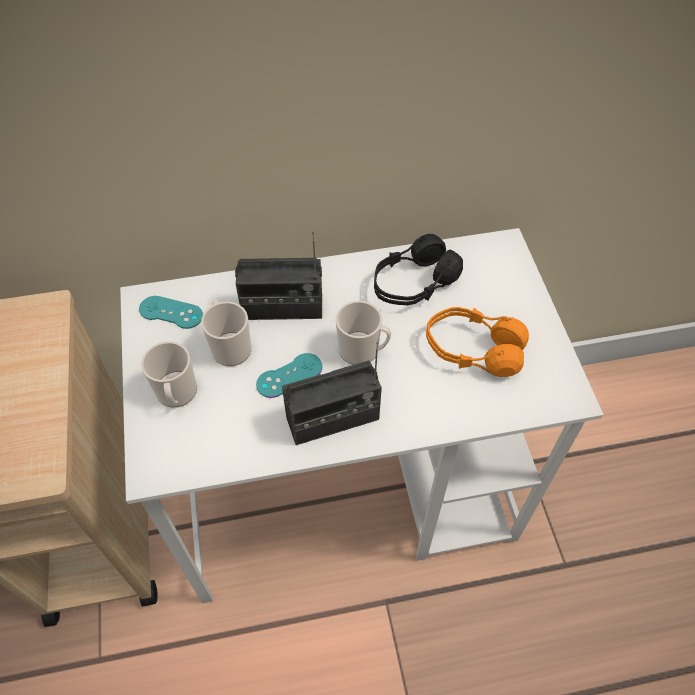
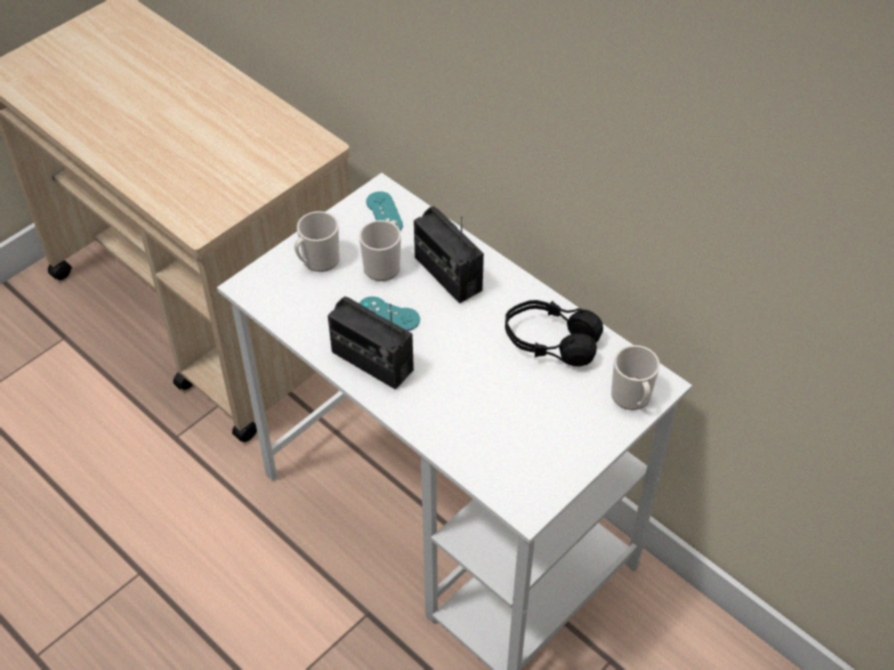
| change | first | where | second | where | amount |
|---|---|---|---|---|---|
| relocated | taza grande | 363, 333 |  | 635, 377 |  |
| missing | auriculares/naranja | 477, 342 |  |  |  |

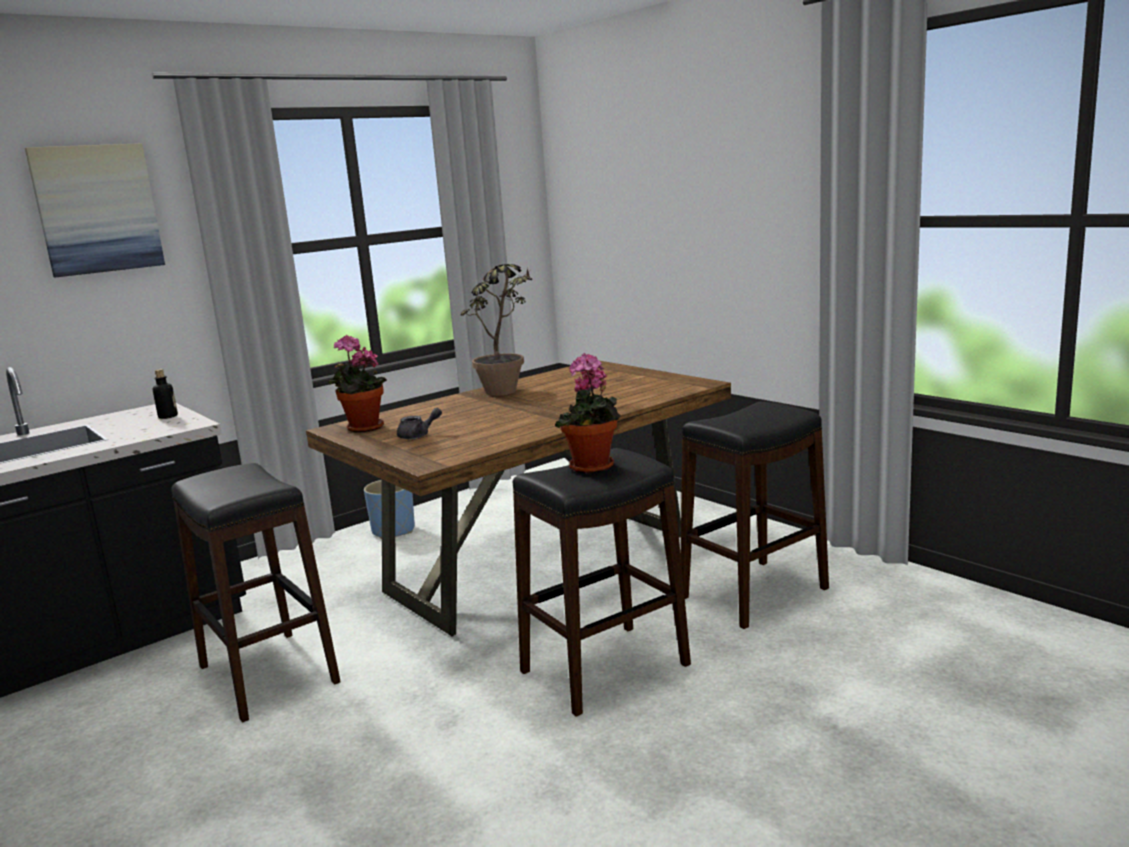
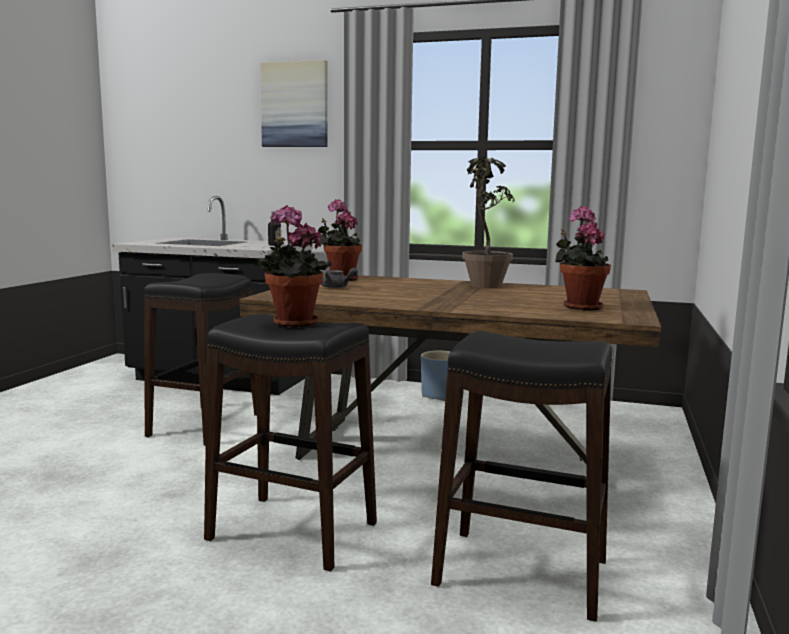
| change | first | where | second | where | amount |
|---|---|---|---|---|---|
| appeared |  |  | planta en maceta | 583, 258 |  |

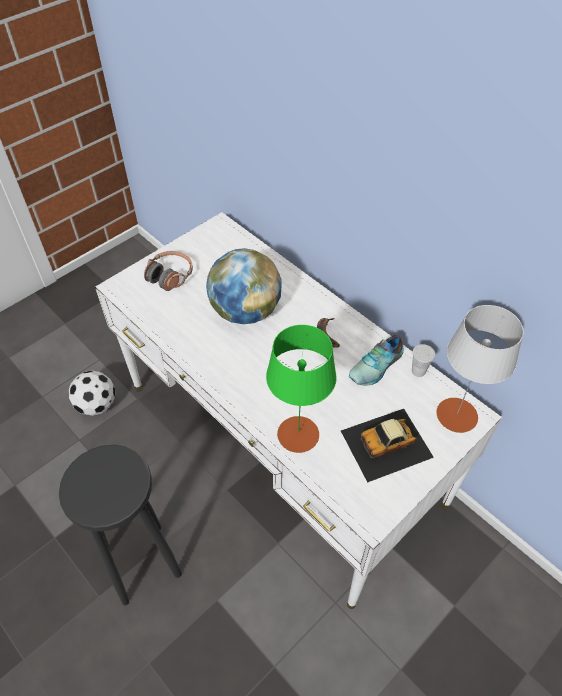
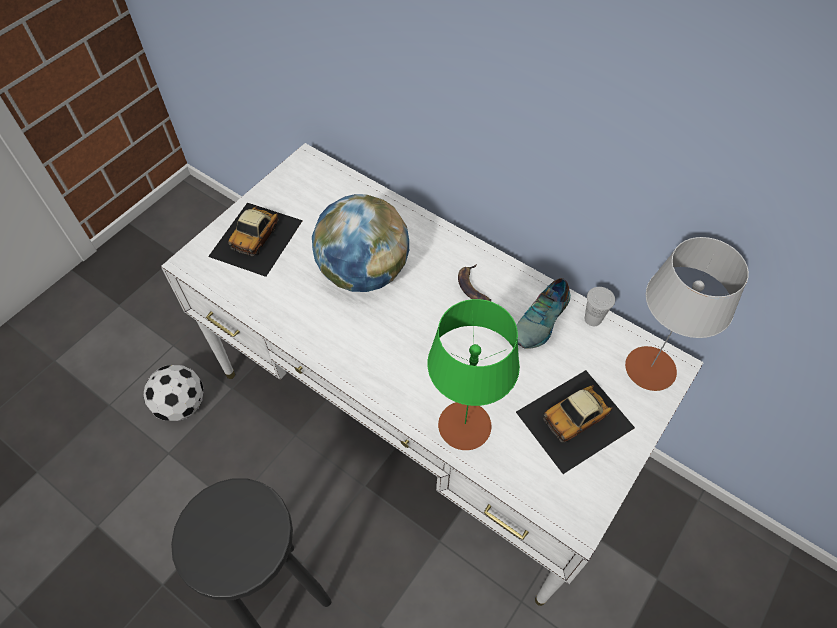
| change | first | where | second | where | amount |
|---|---|---|---|---|---|
| exchanged | auriculares | 168, 271 | coche de juguete | 255, 240 |  |

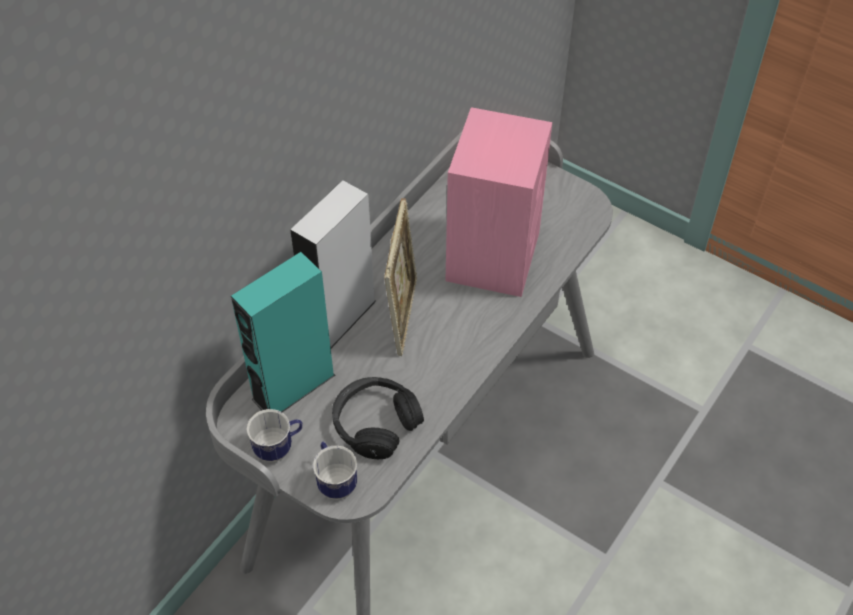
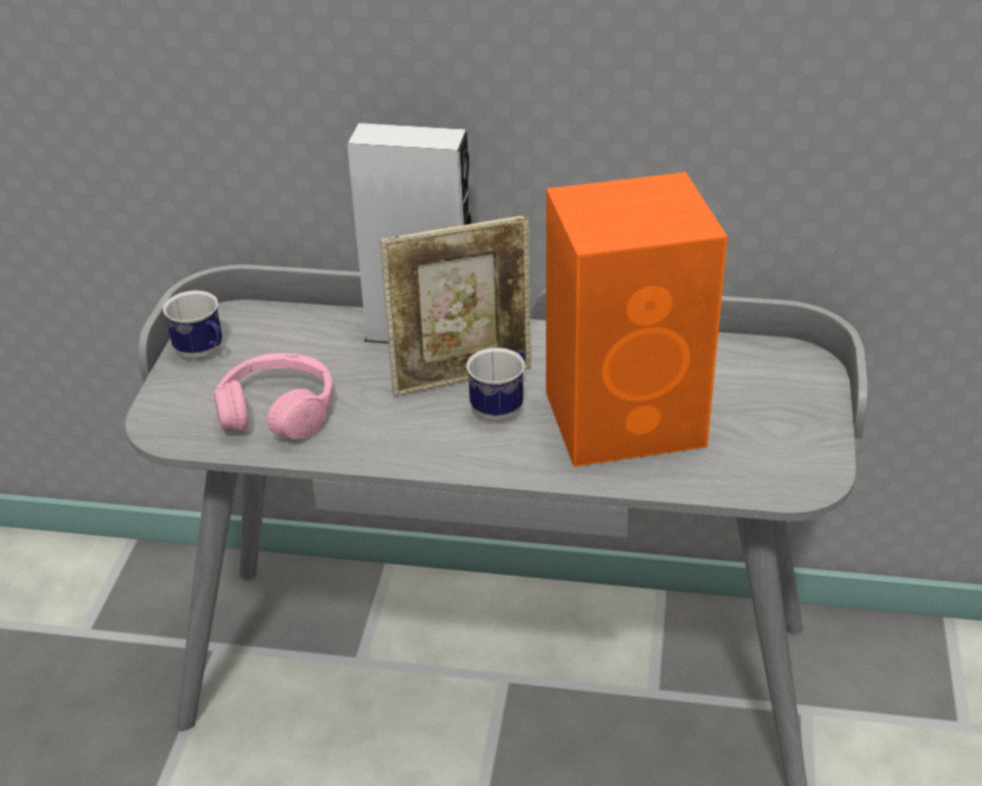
| change | first | where | second | where | amount |
|---|---|---|---|---|---|
| colour | altavoz/rosa | 498, 202 | altavoz/naranja | 637, 319 |  |
| missing | altavoz/turquesa | 283, 332 |  |  |  |
| colour | auriculares/negro | 378, 418 | auriculares/rosa | 273, 396 |  |
| relocated | taza grande | 335, 471 |  | 495, 385 |  |

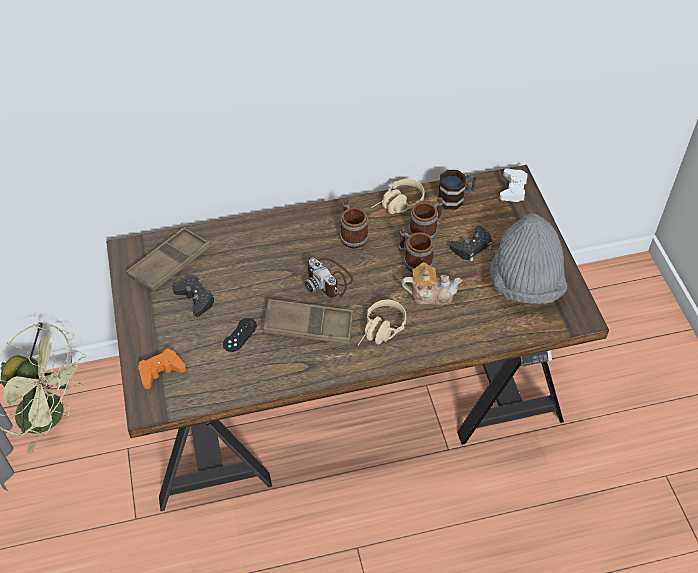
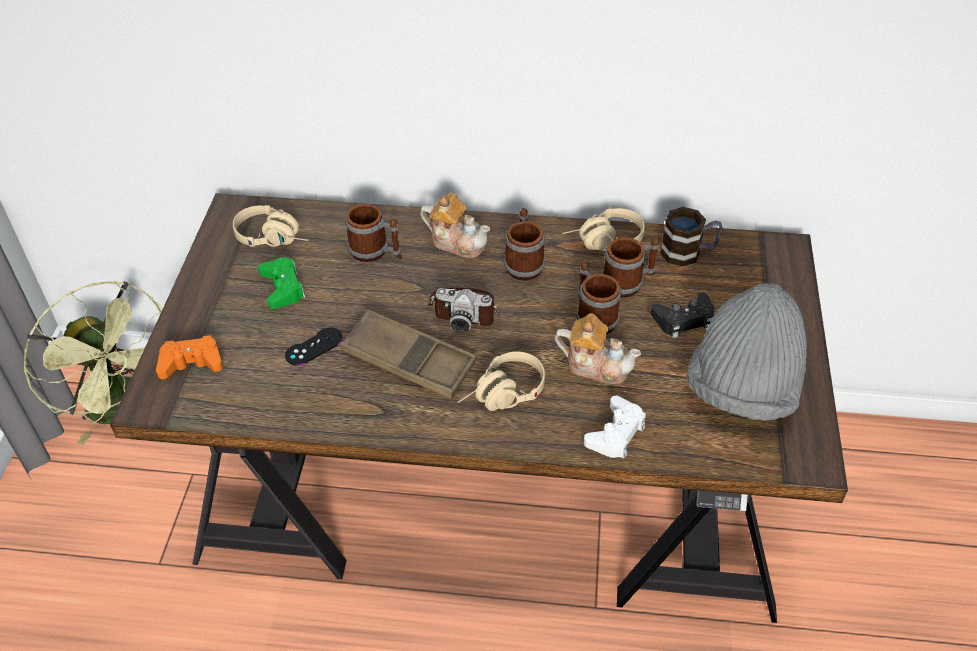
| change | first | where | second | where | amount |
|---|---|---|---|---|---|
| relocated | mando de consola/blanco | 513, 185 |  | 615, 427 |  |
| exchanged | bandeja/marrón | 168, 259 | auriculares/beis | 271, 226 |  |
| spun | cámara | 329, 278 |  | 464, 310 | 60 degrees counterclockwise |
| colour | mando de consola/negro | 194, 297 | mando de consola/verde | 282, 283 |  |
| appeared |  |  | tetera | 455, 225 |  |
| appeared |  |  | taza grande | 373, 233 |  |

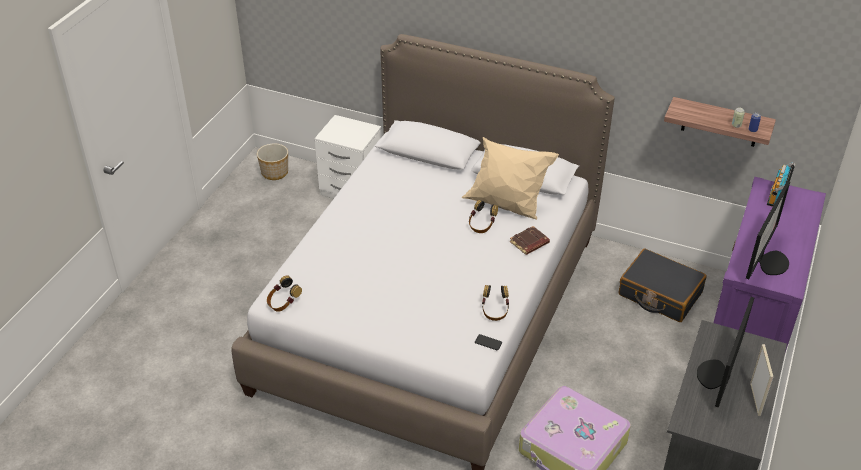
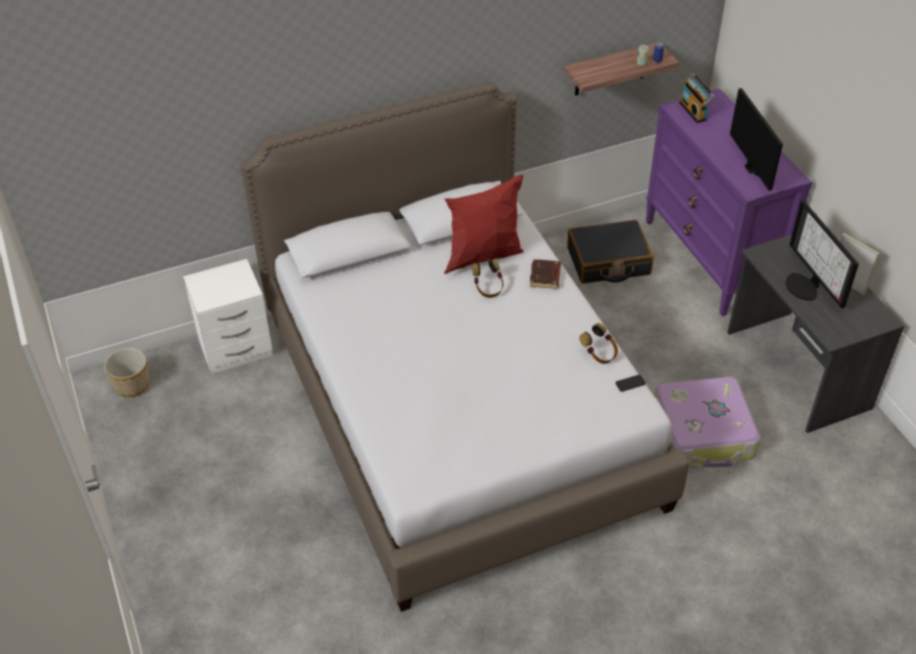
| change | first | where | second | where | amount |
|---|---|---|---|---|---|
| colour | cojín/beis | 510, 178 | cojín/rojo | 483, 224 |  |
| missing | auriculares | 284, 293 |  |  |  |

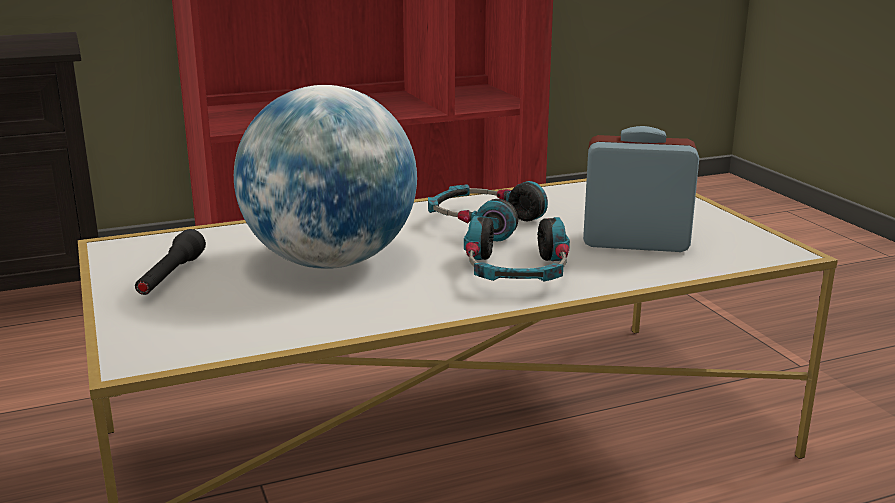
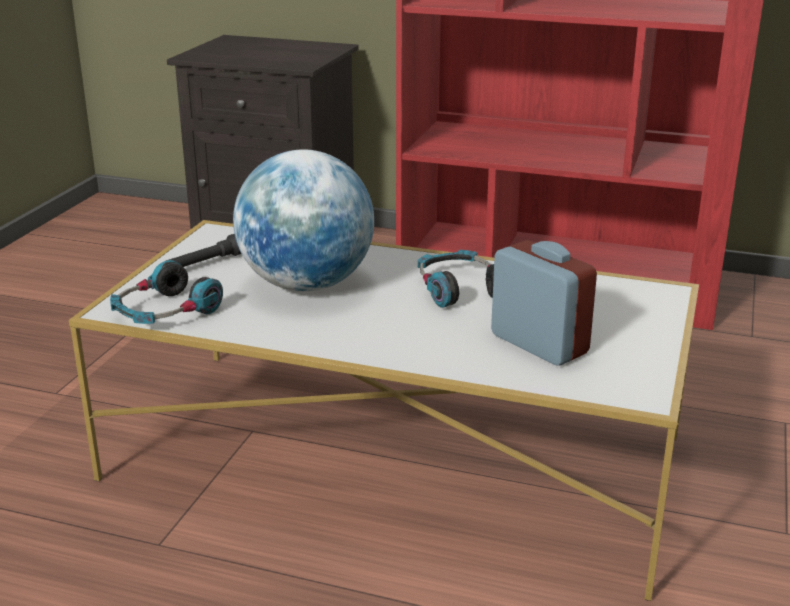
| change | first | where | second | where | amount |
|---|---|---|---|---|---|
| relocated | auriculares | 517, 249 |  | 166, 292 |  |

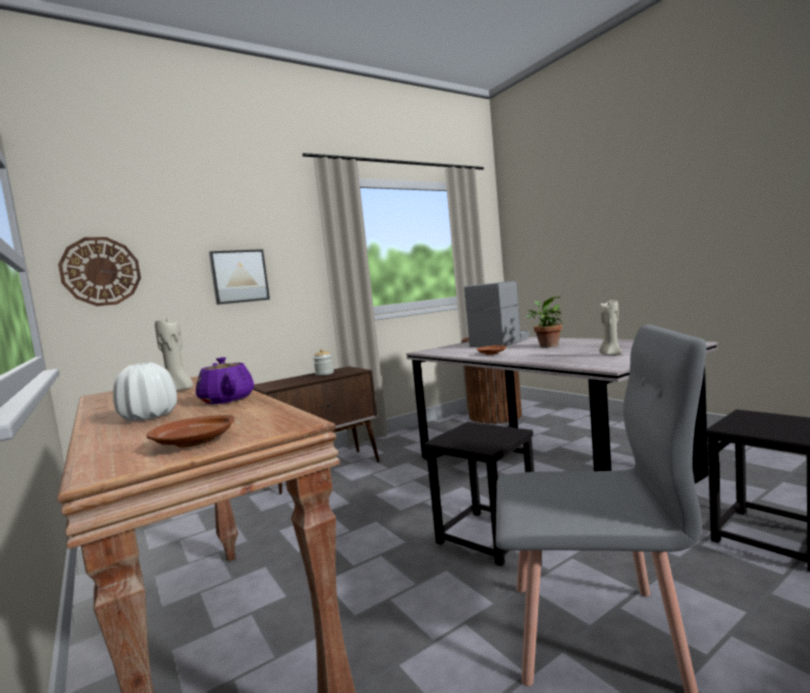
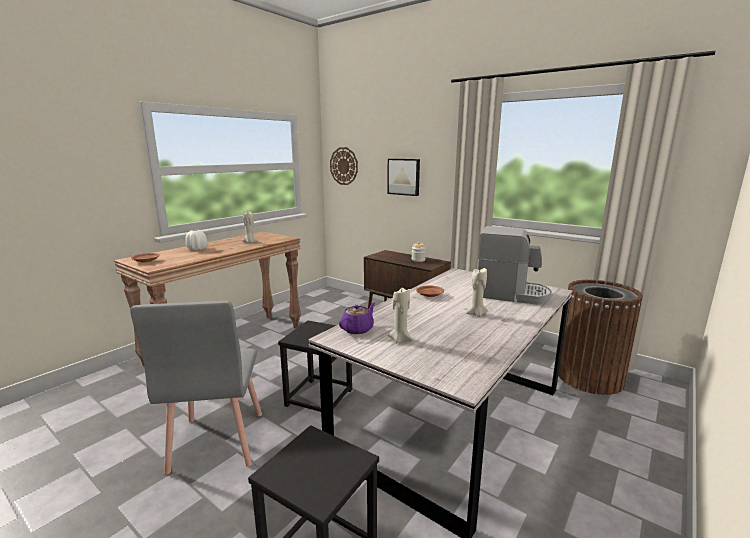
| change | first | where | second | where | amount |
|---|---|---|---|---|---|
| exchanged | planta en maceta | 545, 321 | vela/beis | 477, 292 |  |
| relocated | tetera/morado | 225, 380 |  | 357, 318 |  |

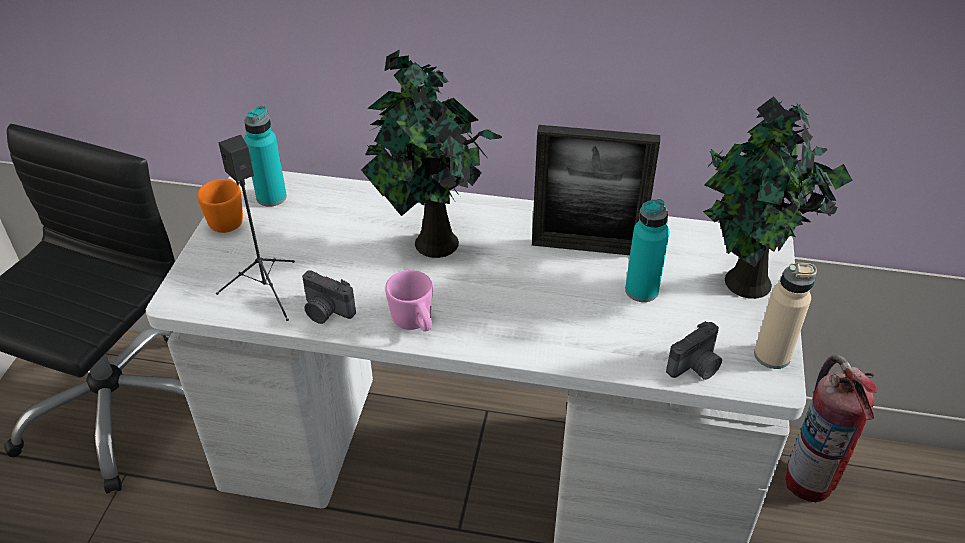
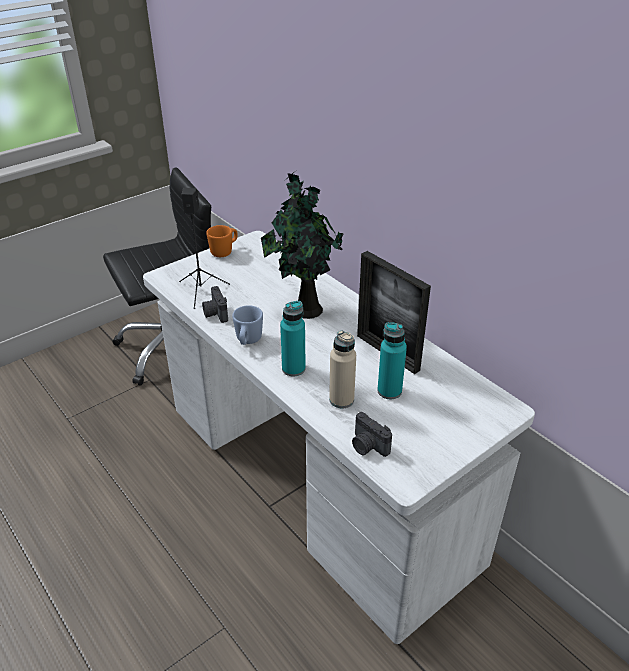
| change | first | where | second | where | amount |
|---|---|---|---|---|---|
| missing | planta en maceta | 778, 197 |  |  |  |
| relocated | botella/turquesa | 265, 156 |  | 293, 338 |  |
| relocated | botella/beis | 785, 316 |  | 342, 369 |  |
| colour | taza grande/rosa | 409, 301 | taza grande/azul | 247, 325 |  |
| spun | cámara | 694, 350 |  | 372, 434 | 45 degrees clockwise |
| missing | extintor | 831, 428 |  |  |  |

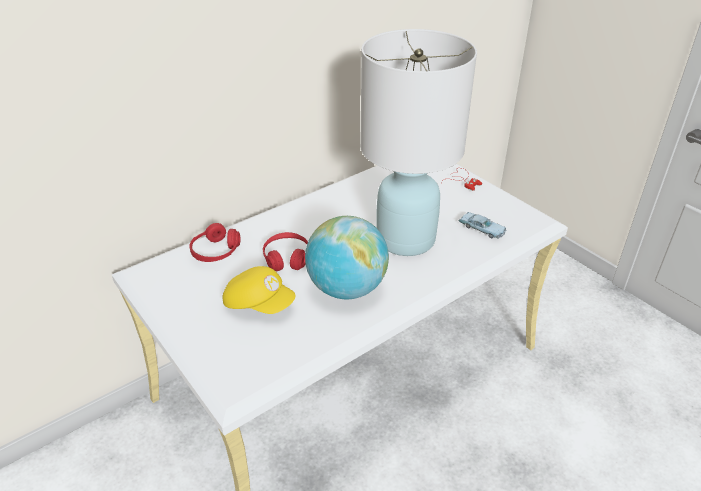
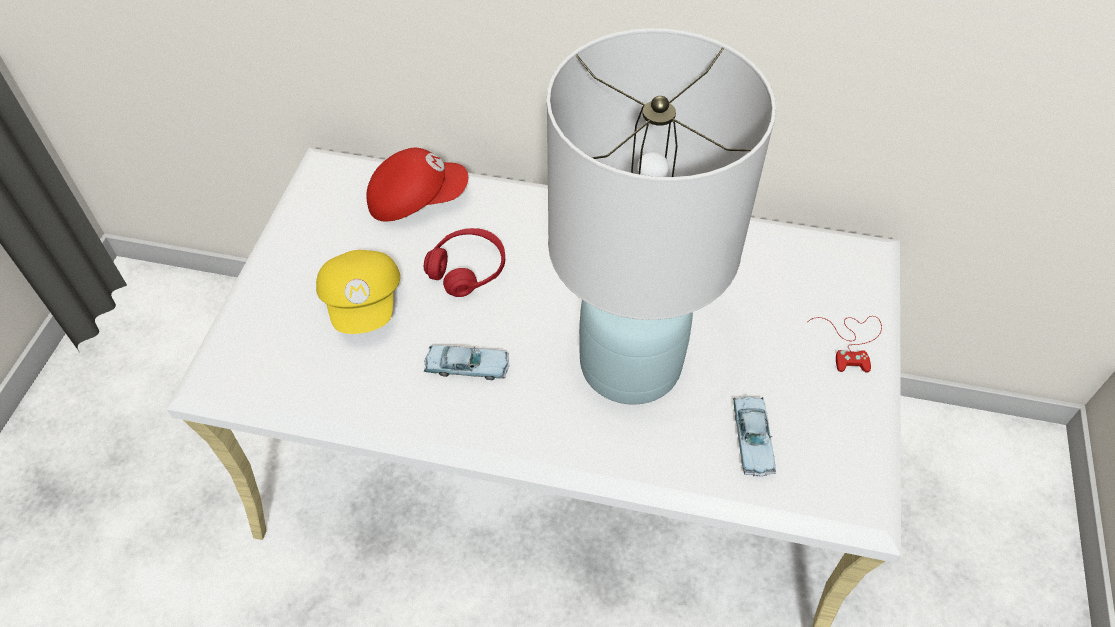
| change | first | where | second | where | amount |
|---|---|---|---|---|---|
| exchanged | globo terráqueo | 347, 257 | coche de juguete/azul | 466, 362 |  |
| exchanged | auriculares/rojo | 214, 242 | gorra/rojo | 417, 185 |  |

